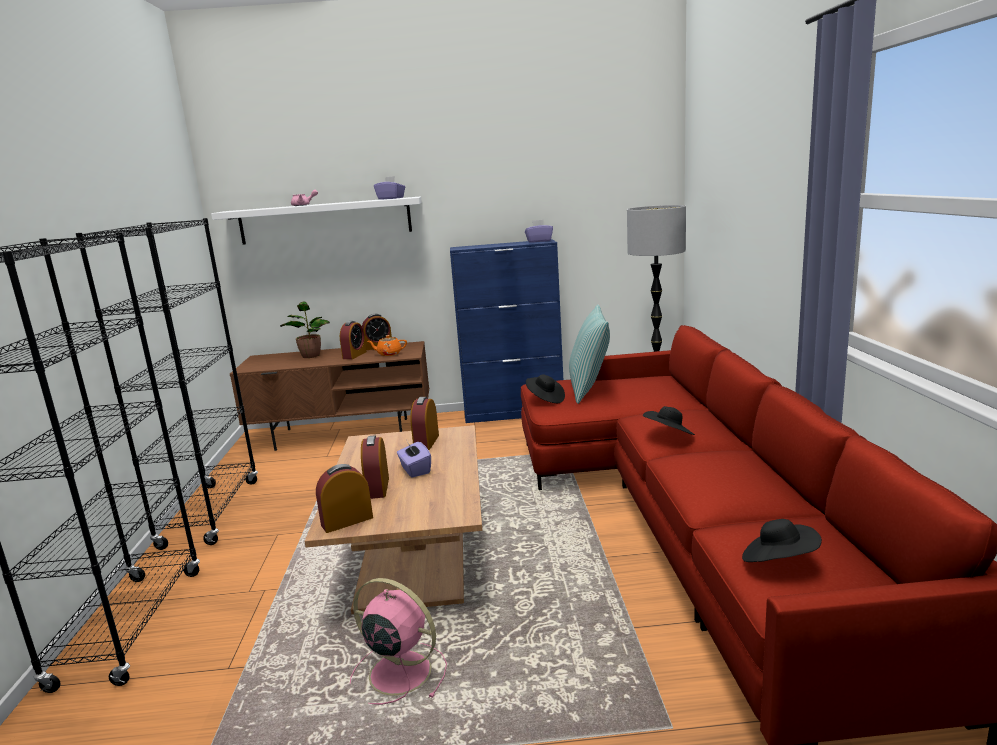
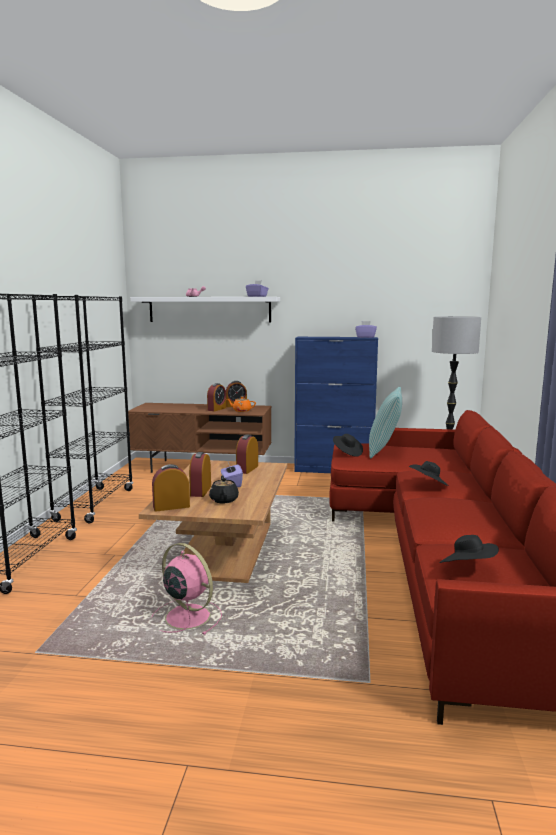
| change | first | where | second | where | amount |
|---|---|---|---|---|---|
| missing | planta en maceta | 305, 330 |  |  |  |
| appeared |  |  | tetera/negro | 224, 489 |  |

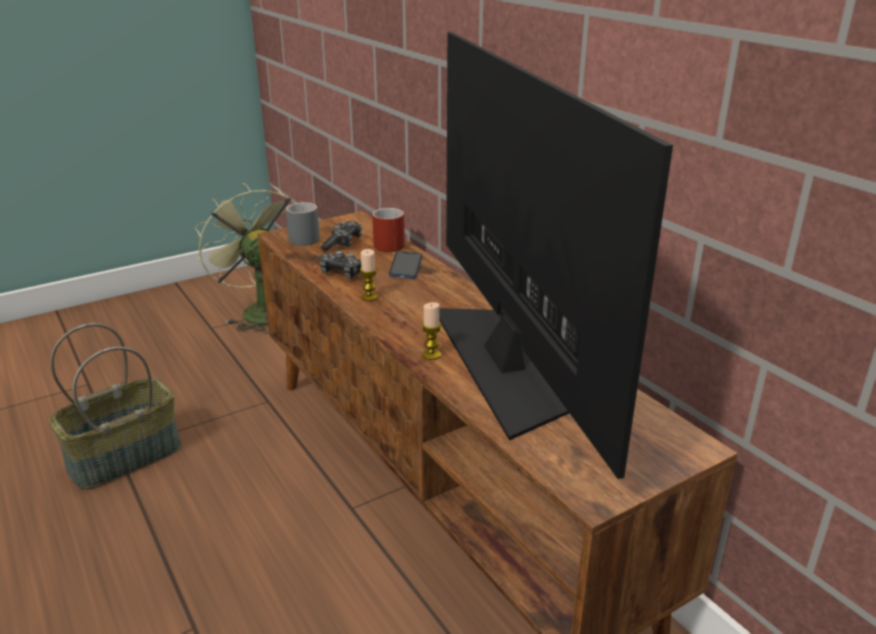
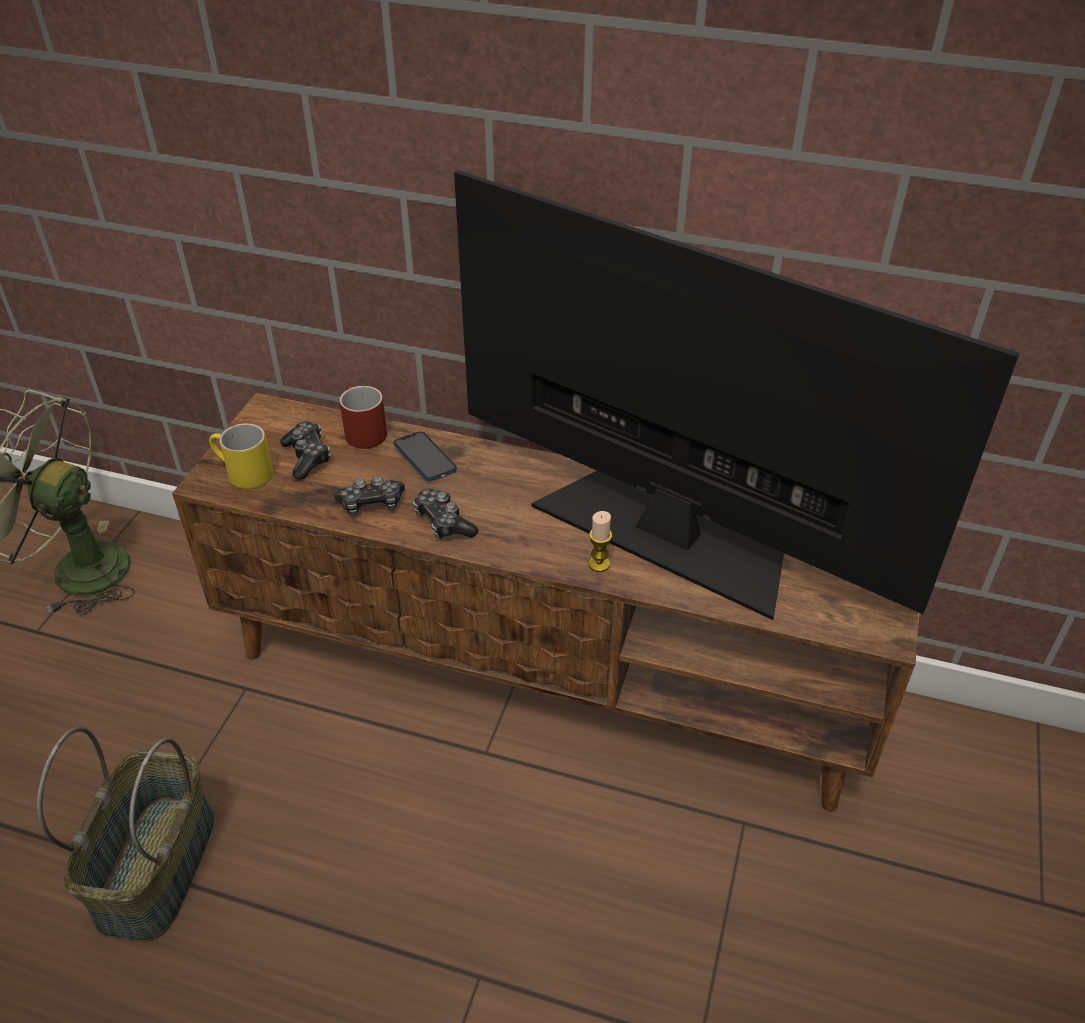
| change | first | where | second | where | amount |
|---|---|---|---|---|---|
| colour | taza grande/gris | 303, 224 | taza grande/amarillo | 241, 456 |  |
| exchanged | vela | 369, 275 | mando de consola | 445, 513 |  |

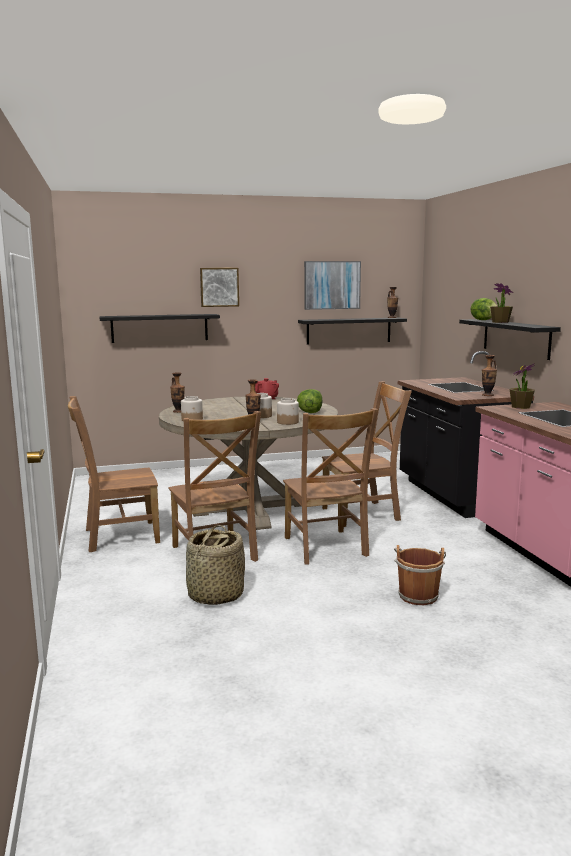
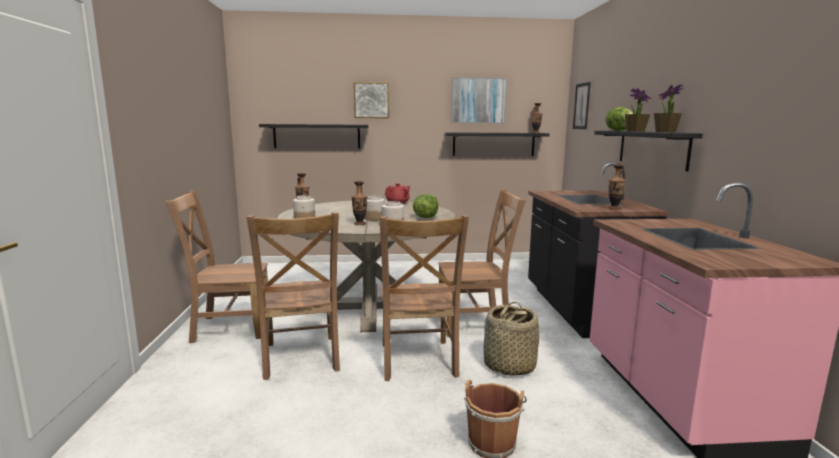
| change | first | where | second | where | amount |
|---|---|---|---|---|---|
| relocated | planta en maceta | 522, 386 |  | 668, 108 |  |
| relocated | cesta | 215, 565 |  | 511, 339 |  |
| appeared |  |  | cuadro | 582, 105 |  |

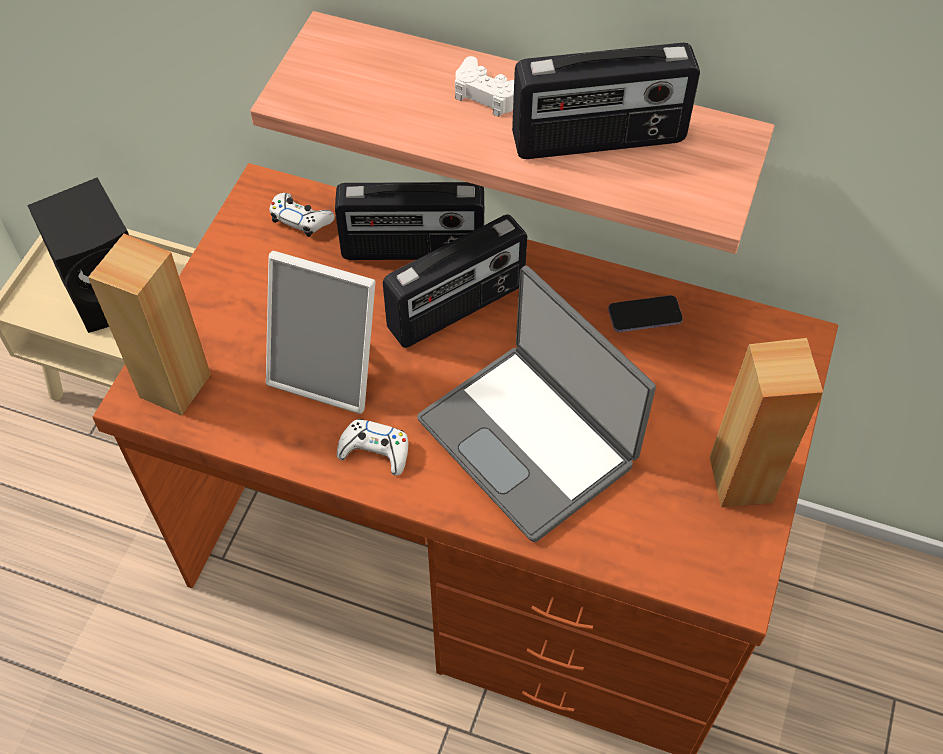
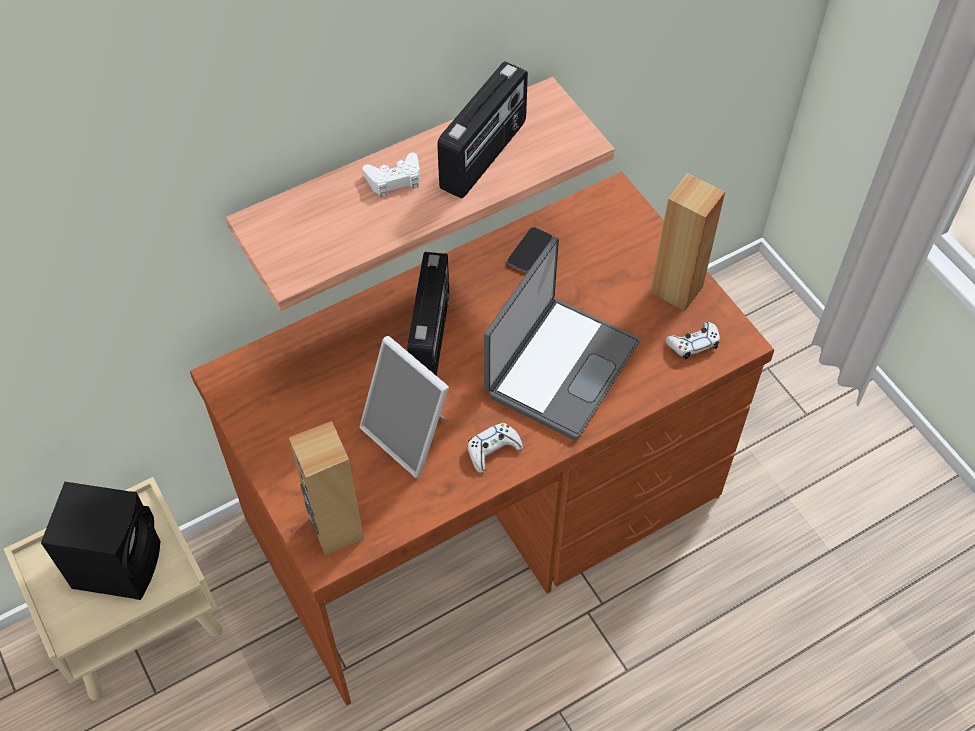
| change | first | where | second | where | amount |
|---|---|---|---|---|---|
| missing | radio | 409, 221 |  |  |  |
| relocated | mando de consola/blanco | 302, 215 |  | 693, 341 |  |
| spun | portarretratos | 321, 332 |  | 405, 407 | 75 degrees clockwise |
| spun | portátil | 536, 404 |  | 562, 338 | 60 degrees counterclockwise |

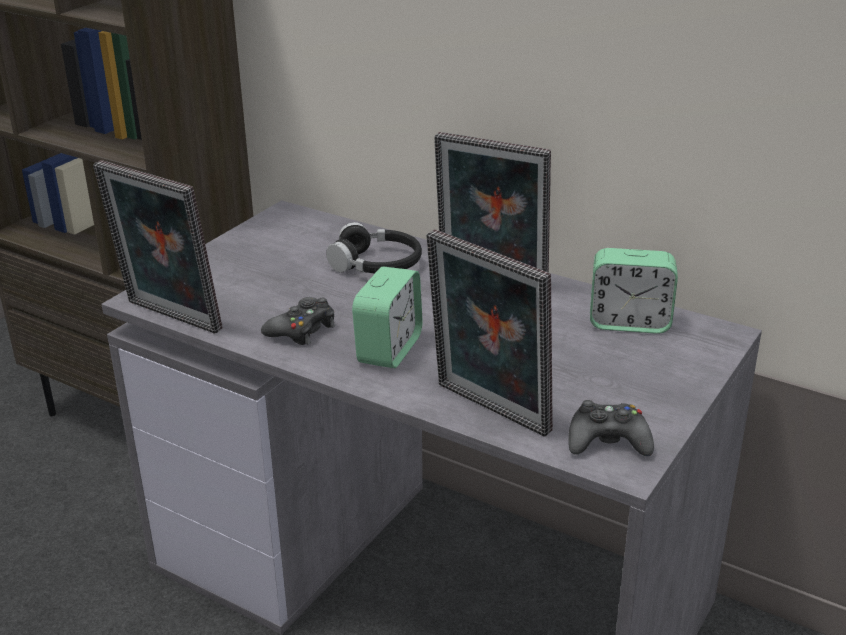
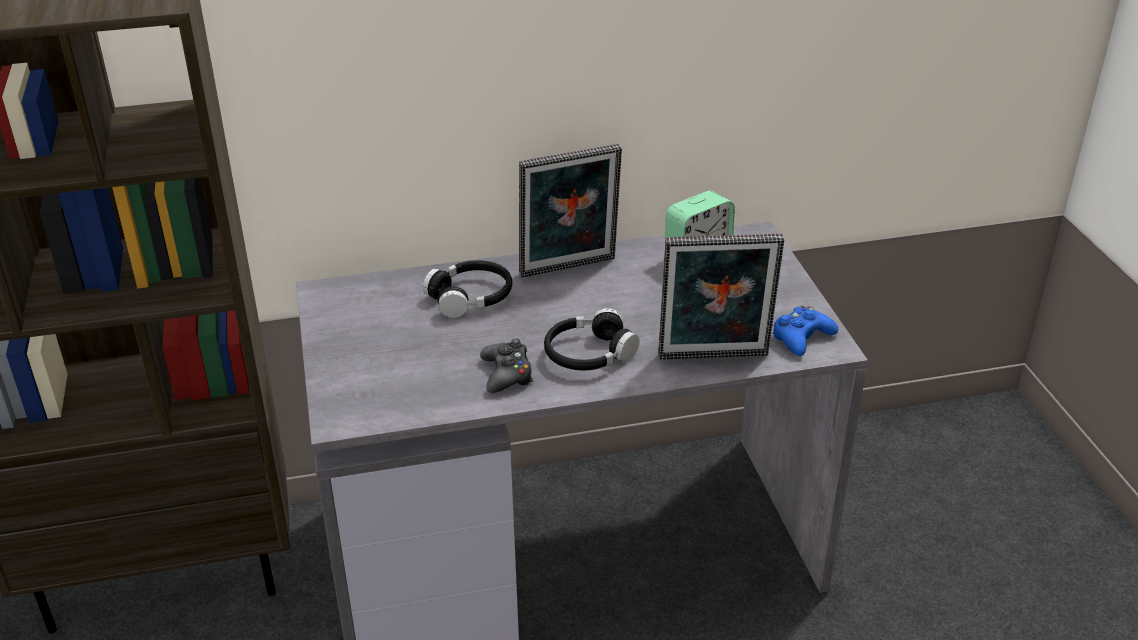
| change | first | where | second | where | amount |
|---|---|---|---|---|---|
| missing | portarretratos | 157, 247 |  |  |  |
| exchanged | despertador | 387, 317 | auriculares/negro | 592, 339 |  |
| colour | mando de consola/negro | 611, 428 | mando de consola/azul | 805, 330 |  |

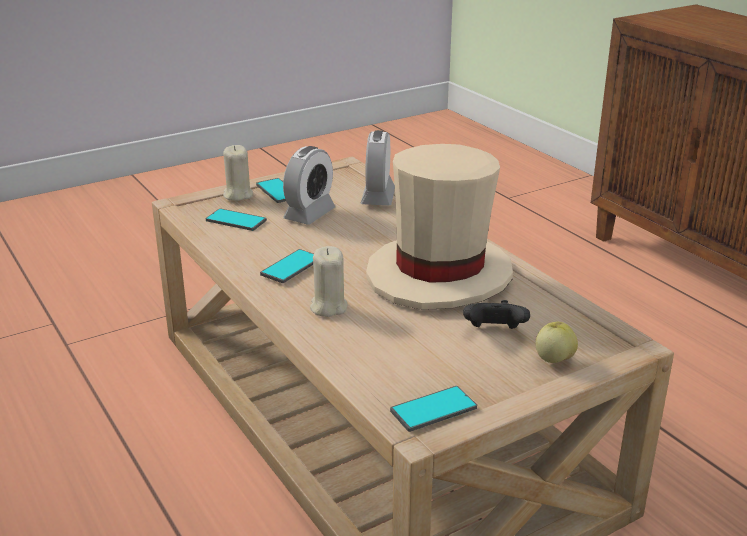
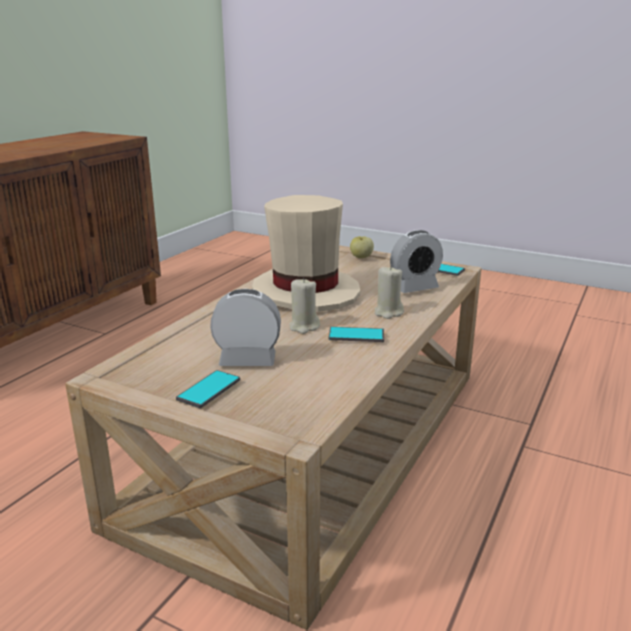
| change | first | where | second | where | amount |
|---|---|---|---|---|---|
| relocated | despertador | 377, 167 |  | 416, 261 |  |
| relocated | vela/beis | 238, 173 |  | 304, 306 |  |
| missing | móvil | 236, 220 |  |  |  |
| missing | mando de consola/negro | 496, 314 |  |  |  |

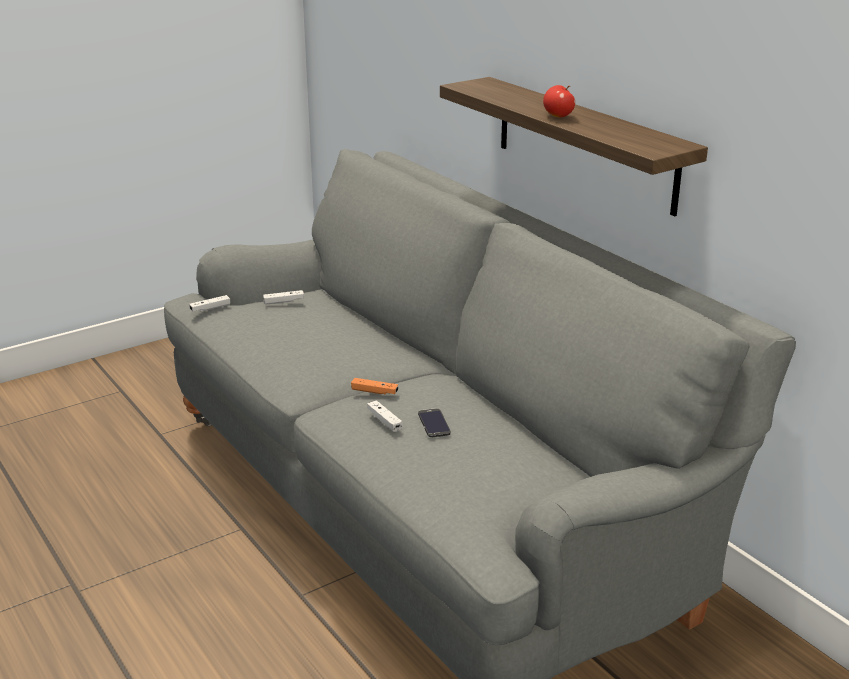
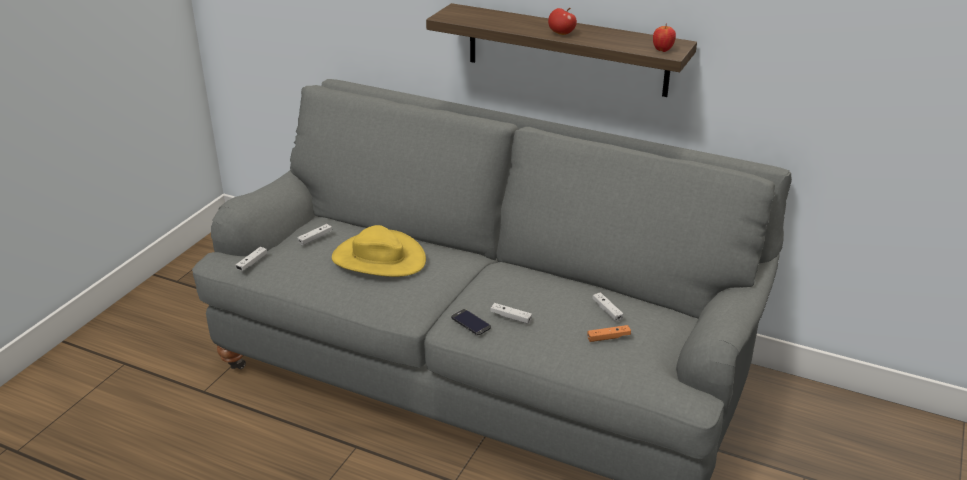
| change | first | where | second | where | amount |
|---|---|---|---|---|---|
| relocated | mando de consola/naranja | 374, 386 |  | 609, 333 |  |
| relocated | móvil | 434, 422 |  | 471, 322 |  |
| appeared |  |  | manzana | 664, 38 |  |
| appeared |  |  | sombrero/amarillo | 379, 251 |  |
| appeared |  |  | mando de consola/blanco | 607, 307 |  |

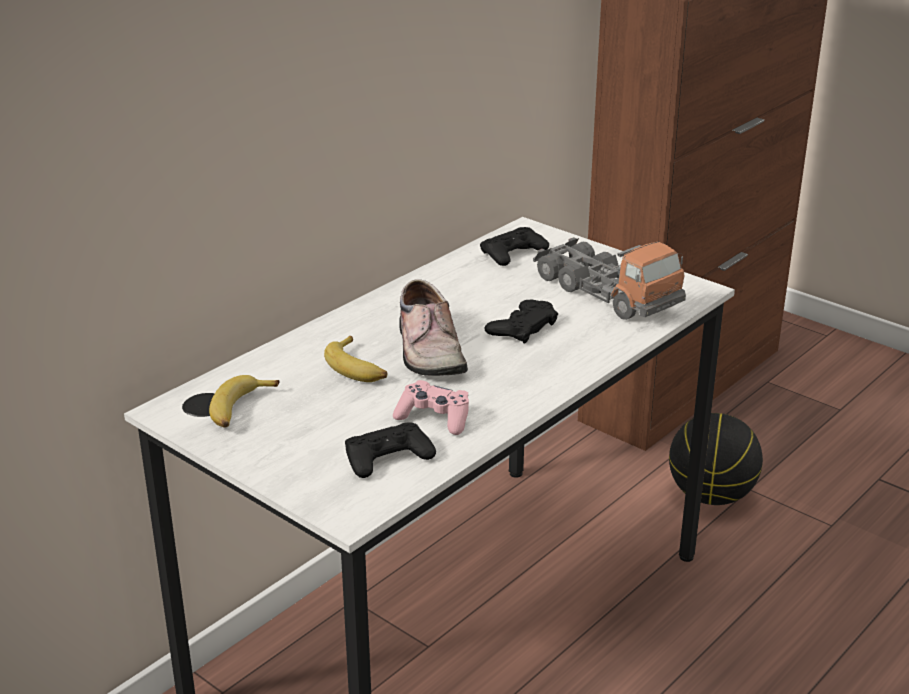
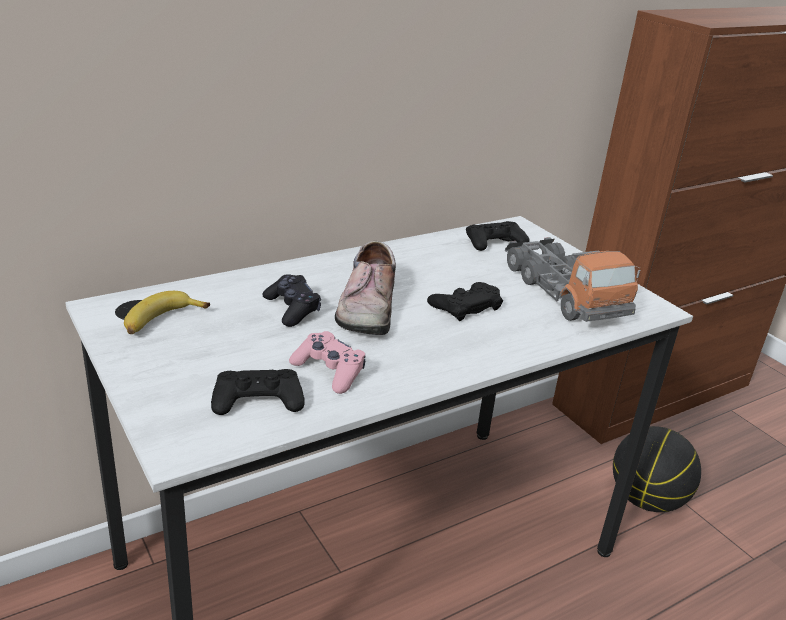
| change | first | where | second | where | amount |
|---|---|---|---|---|---|
| exchanged | plátano | 355, 359 | mando de consola/negro | 291, 300 |  |

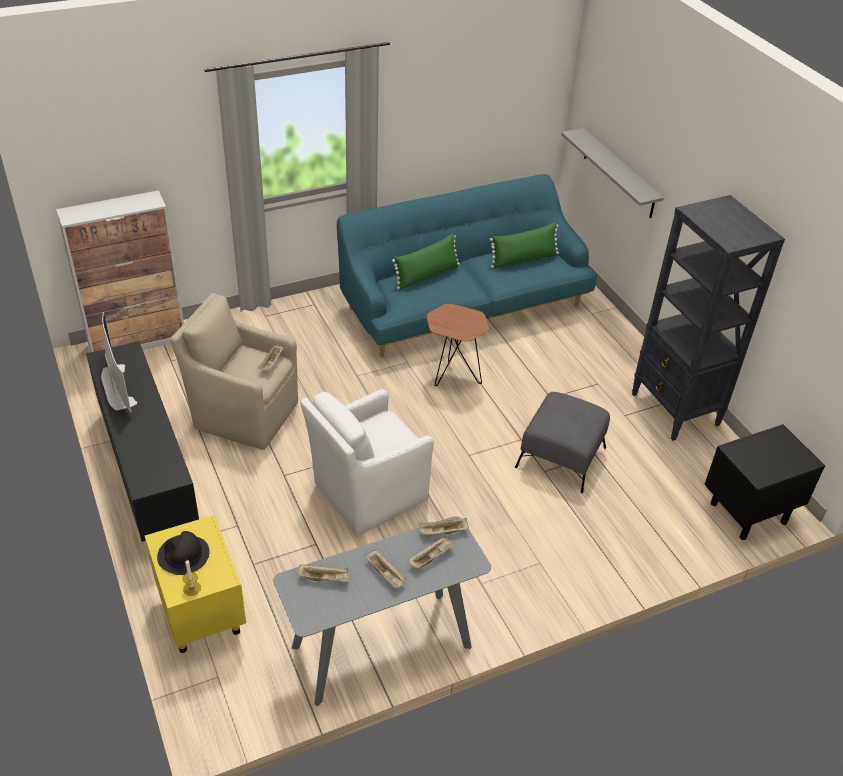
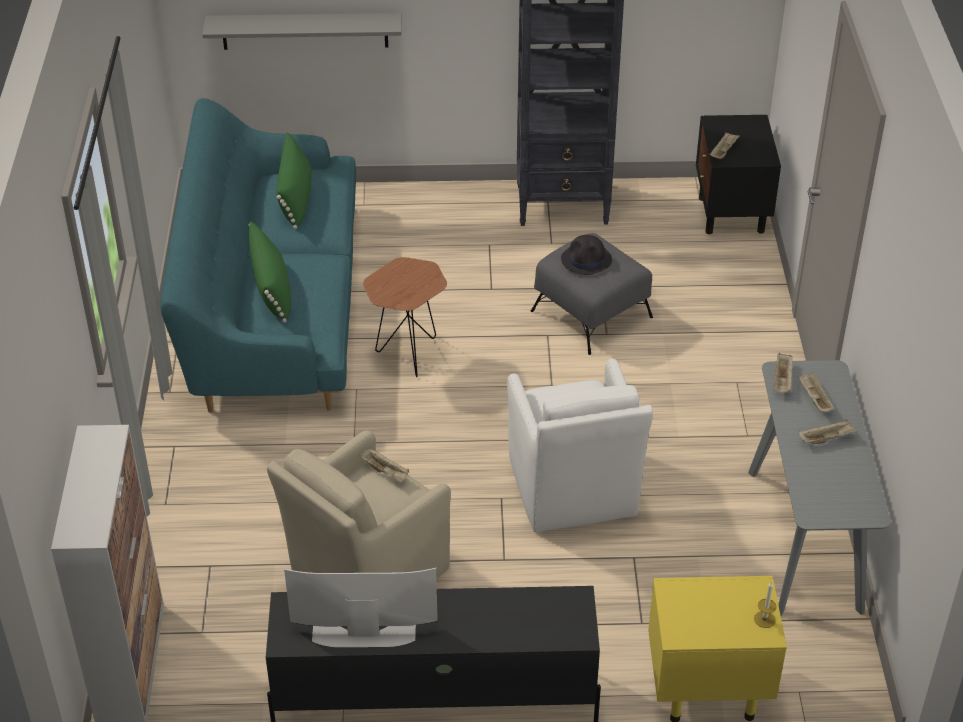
| change | first | where | second | where | amount |
|---|---|---|---|---|---|
| relocated | sombrero/negro | 183, 553 |  | 586, 255 |  |
| relocated | bandeja/beis | 323, 573 |  | 725, 145 |  |

